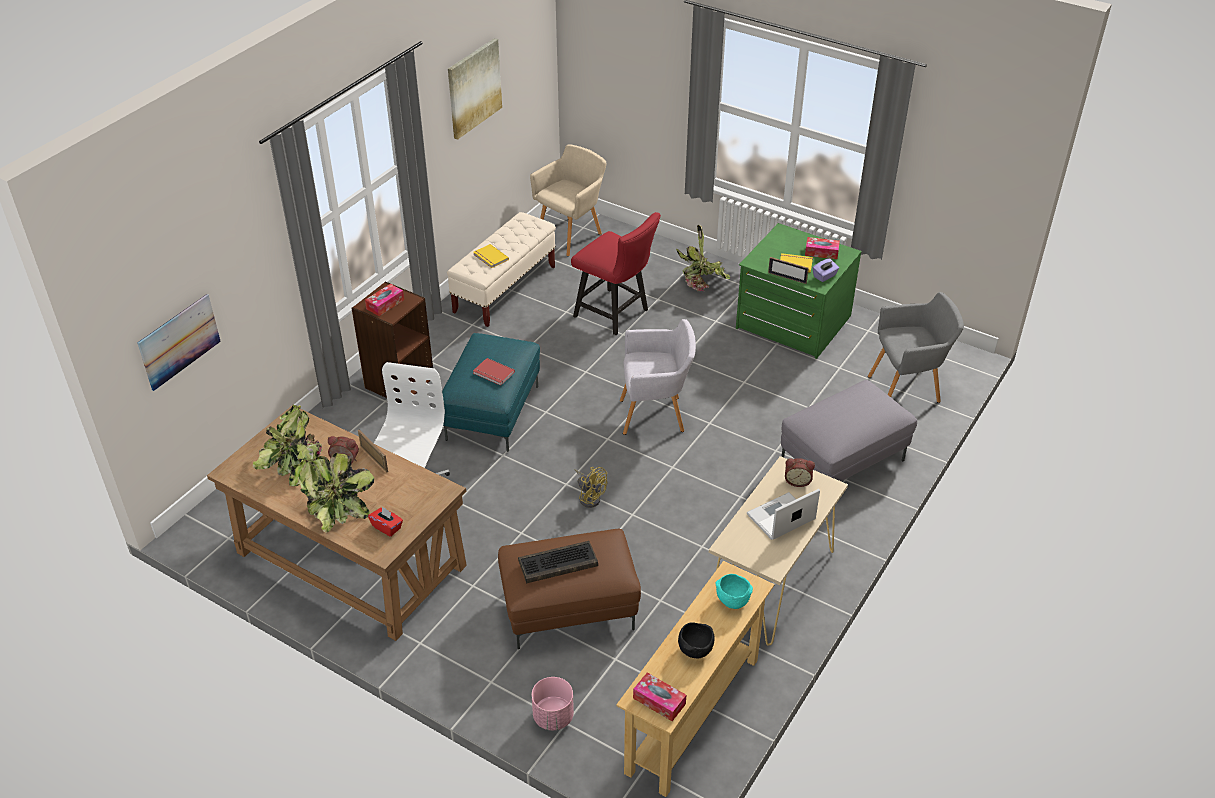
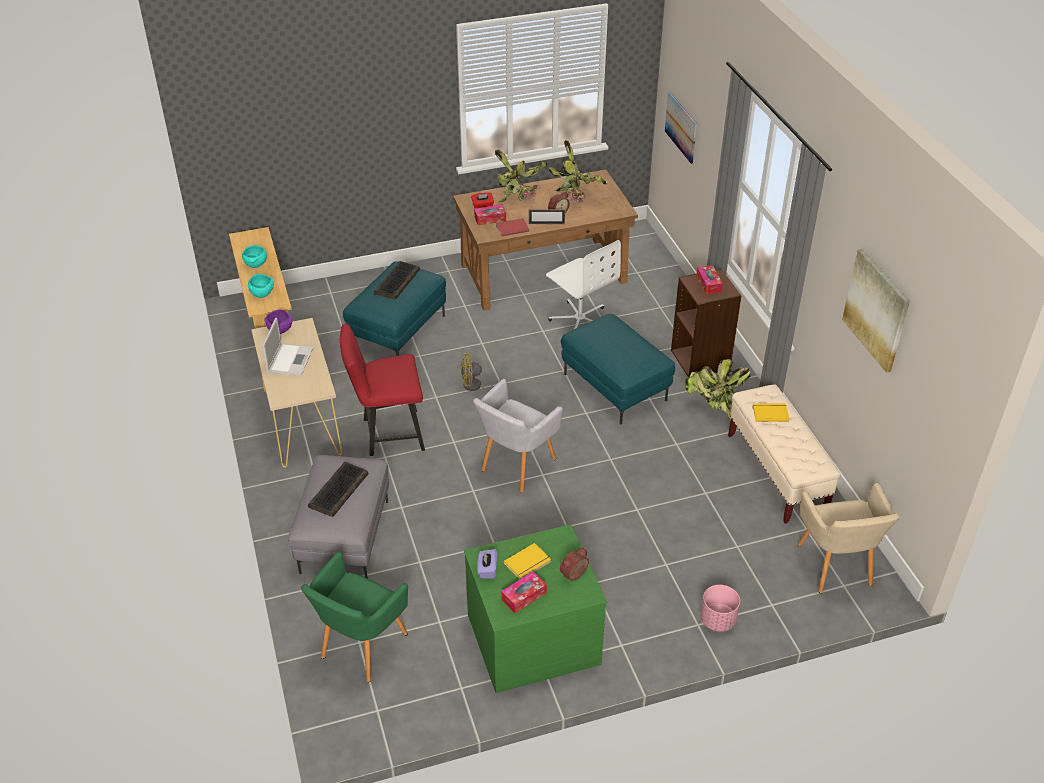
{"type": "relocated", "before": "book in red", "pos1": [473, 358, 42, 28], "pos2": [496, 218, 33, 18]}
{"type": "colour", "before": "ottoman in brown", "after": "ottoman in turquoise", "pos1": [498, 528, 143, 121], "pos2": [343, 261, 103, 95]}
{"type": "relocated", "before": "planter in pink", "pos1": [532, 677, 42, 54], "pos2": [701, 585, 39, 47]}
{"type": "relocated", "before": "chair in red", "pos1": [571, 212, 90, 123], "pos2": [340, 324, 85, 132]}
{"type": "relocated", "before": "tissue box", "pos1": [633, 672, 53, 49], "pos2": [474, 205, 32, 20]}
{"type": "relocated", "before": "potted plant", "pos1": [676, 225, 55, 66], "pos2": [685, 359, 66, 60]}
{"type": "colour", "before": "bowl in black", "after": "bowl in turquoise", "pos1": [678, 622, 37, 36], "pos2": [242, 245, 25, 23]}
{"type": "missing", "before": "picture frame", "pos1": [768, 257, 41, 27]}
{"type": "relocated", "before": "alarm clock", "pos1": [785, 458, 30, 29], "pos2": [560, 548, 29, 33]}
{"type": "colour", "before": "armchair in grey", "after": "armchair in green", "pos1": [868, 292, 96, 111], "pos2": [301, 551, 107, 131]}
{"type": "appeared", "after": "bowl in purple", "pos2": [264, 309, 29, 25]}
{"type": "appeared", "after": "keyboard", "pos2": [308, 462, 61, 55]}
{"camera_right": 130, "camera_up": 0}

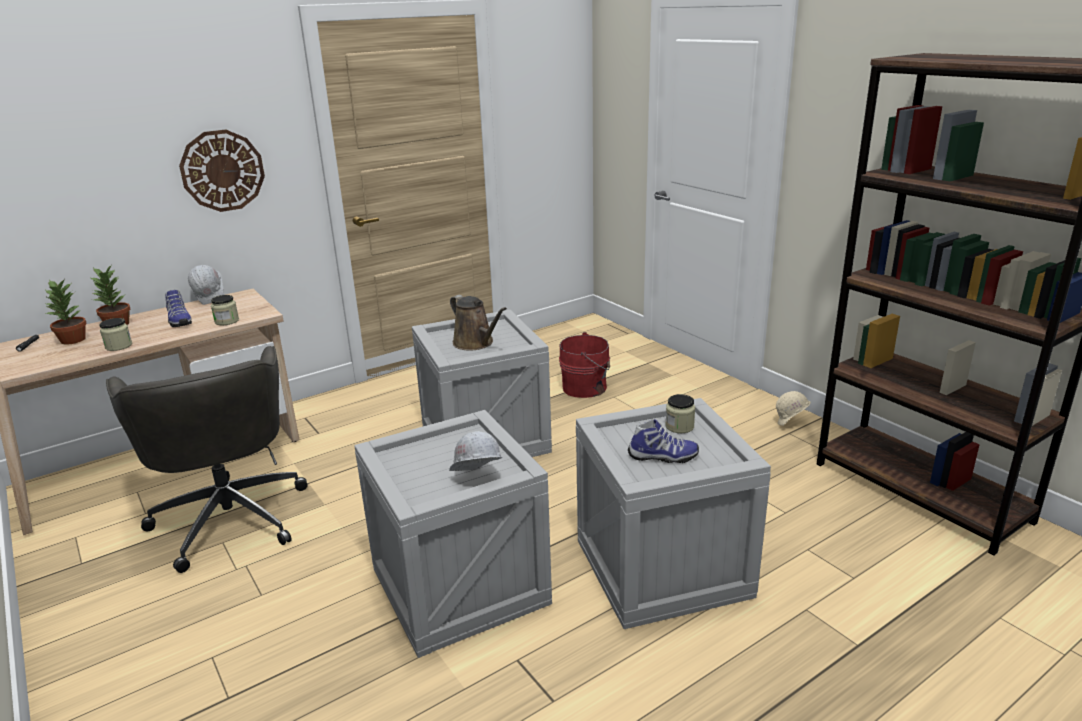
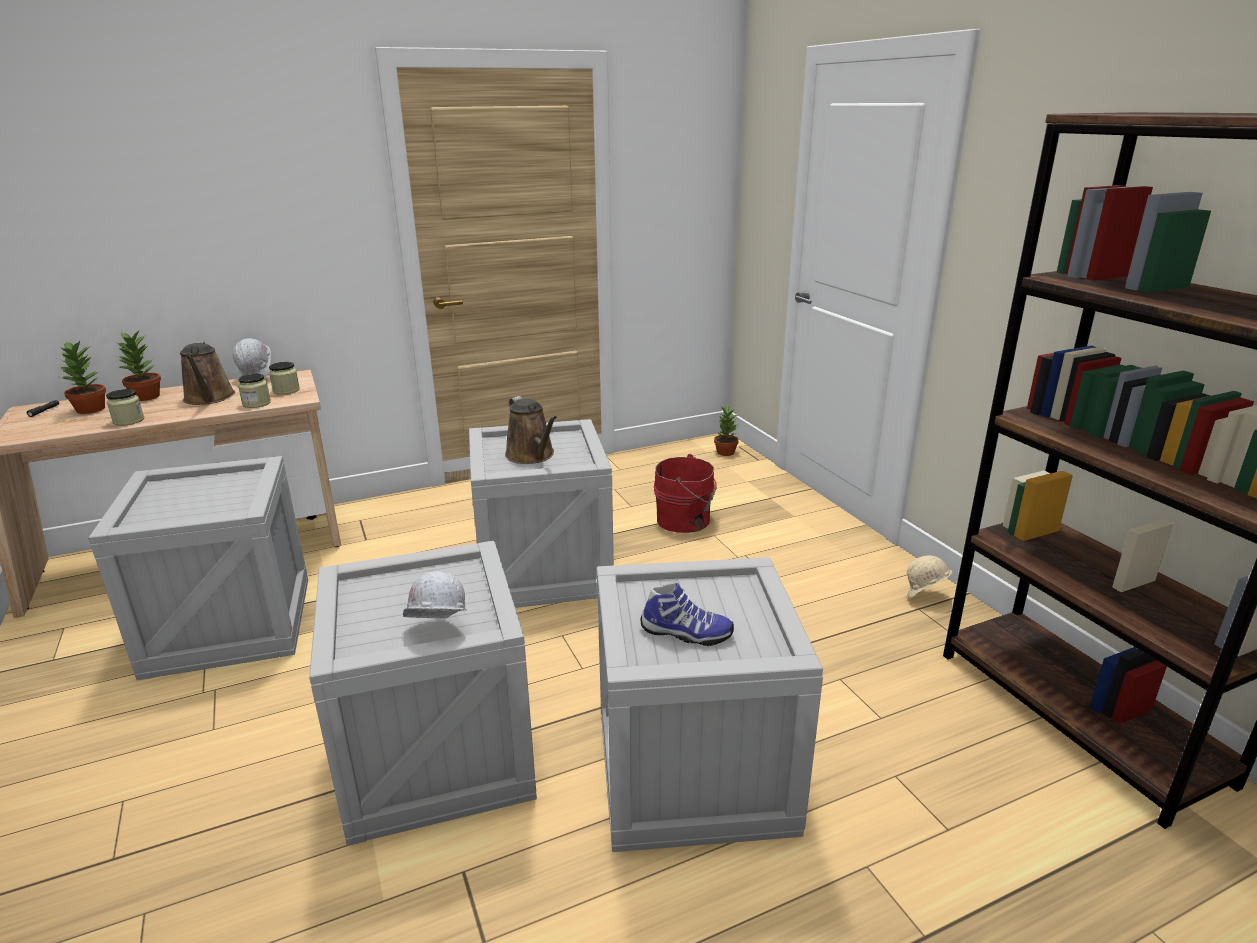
{"type": "exchanged", "before": "office chair in grey", "after": "crate", "pos1": [106, 346, 201, 227], "pos2": [88, 456, 220, 225]}
{"type": "exchanged", "before": "shoe", "after": "watering can in brown", "pos1": [165, 290, 27, 37], "pos2": [180, 341, 55, 64]}
{"type": "missing", "before": "wall clock", "pos1": [179, 130, 86, 82]}
{"type": "relocated", "before": "jar", "pos1": [665, 394, 30, 39], "pos2": [269, 362, 31, 33]}
{"type": "appeared", "after": "potted plant", "pos2": [714, 405, 25, 51]}
{"camera_right": 10, "camera_up": 0}

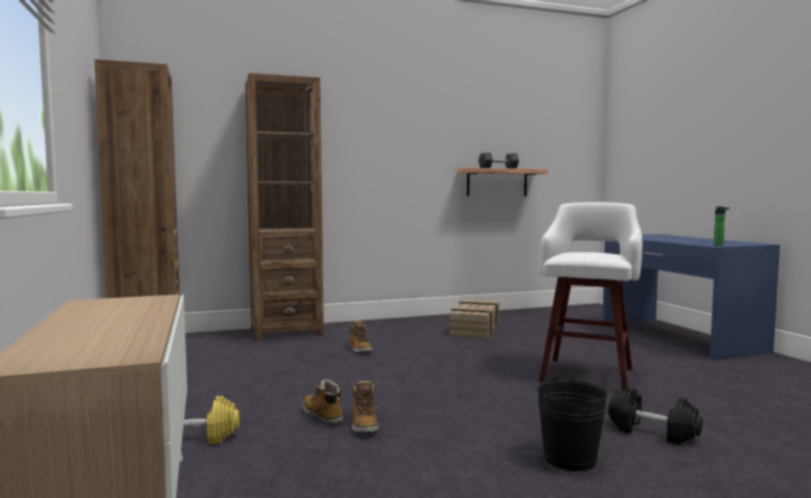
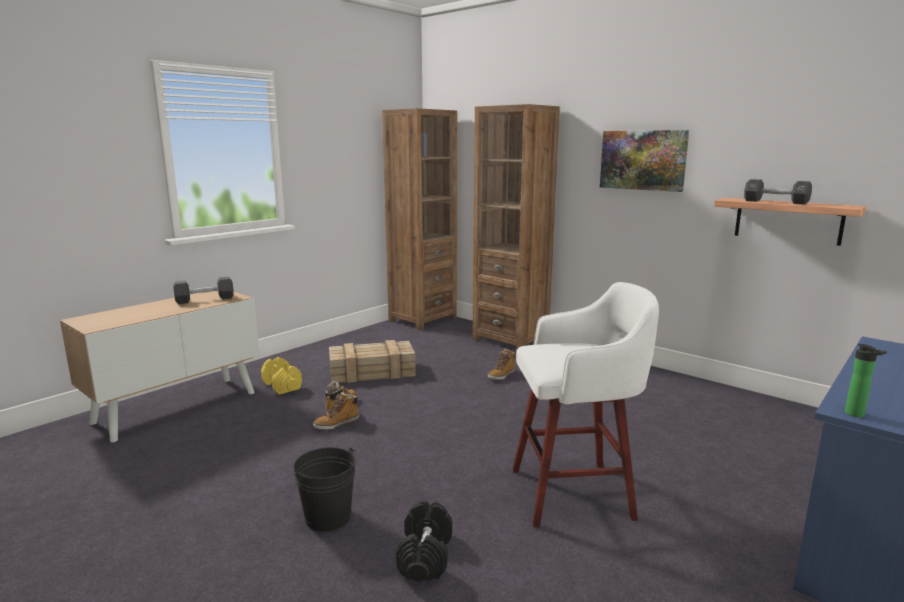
{"type": "relocated", "before": "crate", "pos1": [449, 299, 50, 39], "pos2": [329, 340, 87, 43]}
{"type": "appeared", "after": "dumbbell in black", "pos2": [173, 277, 61, 27]}
{"type": "appeared", "after": "picture", "pos2": [600, 130, 89, 62]}
{"camera_right": 60, "camera_up": 10}

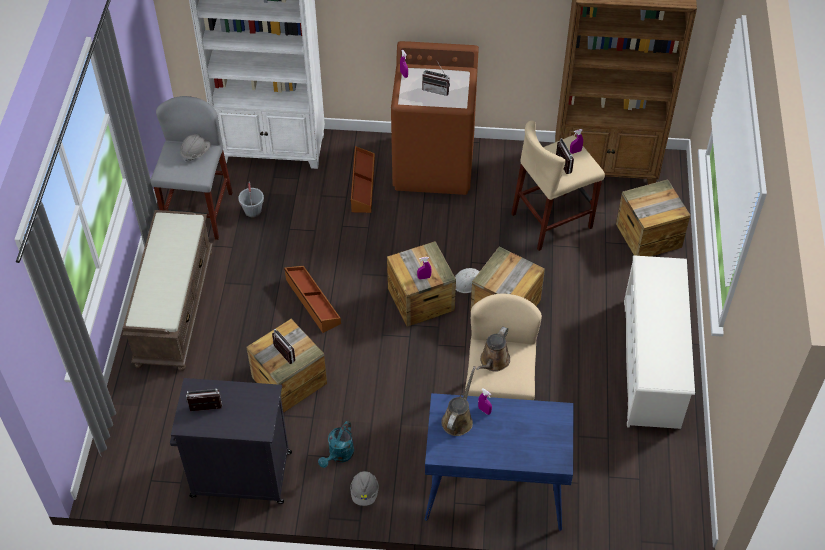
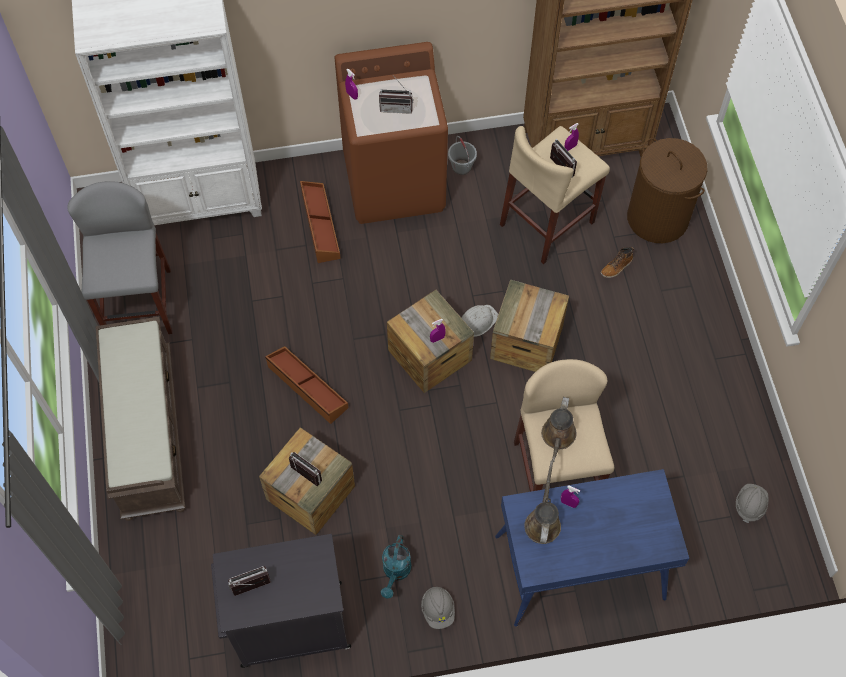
{"type": "relocated", "before": "hard hat in grey", "pos1": [180, 134, 31, 28], "pos2": [736, 484, 33, 39]}
{"type": "relocated", "before": "bucket in grey", "pos1": [238, 182, 26, 35], "pos2": [448, 136, 29, 39]}
{"type": "exchanged", "before": "crate", "after": "laundry basket in brown", "pos1": [616, 179, 75, 78], "pos2": [627, 138, 81, 105]}
{"type": "missing", "before": "shoe rack in white", "pos1": [624, 255, 71, 174]}
{"type": "appeared", "after": "boot", "pos2": [601, 247, 33, 31]}
{"camera_right": -15, "camera_up": 10}

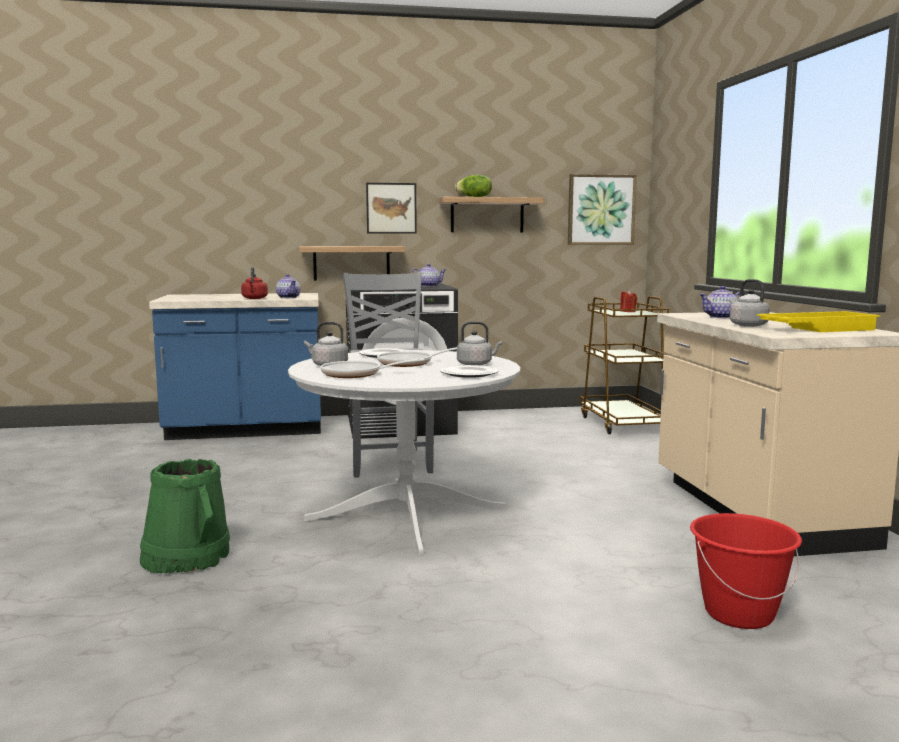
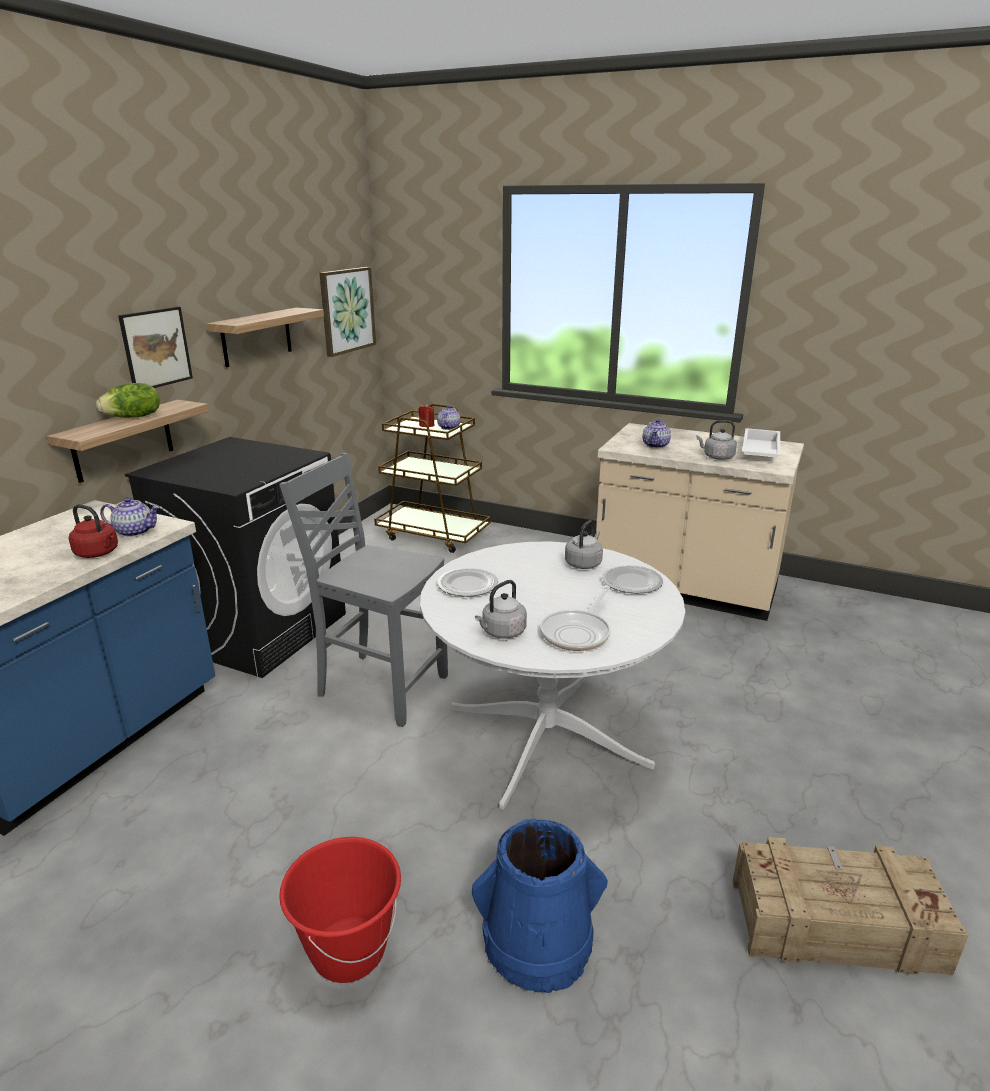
{"type": "colour", "before": "bucket in green", "after": "bucket in blue", "pos1": [140, 459, 90, 114], "pos2": [472, 819, 136, 174]}
{"type": "missing", "before": "frying pan", "pos1": [377, 347, 80, 20]}
{"type": "relocated", "before": "teapot", "pos1": [411, 264, 35, 23], "pos2": [437, 405, 24, 25]}
{"type": "relocated", "before": "lettuce", "pos1": [455, 175, 37, 22], "pos2": [96, 383, 64, 35]}
{"type": "relocated", "before": "bucket in red", "pos1": [690, 513, 112, 116], "pos2": [279, 837, 122, 146]}
{"type": "colour", "before": "tray in yellow", "after": "tray in white", "pos1": [757, 311, 123, 21], "pos2": [742, 428, 38, 30]}
{"type": "appeared", "after": "crate", "pos2": [733, 837, 236, 139]}
{"camera_right": -55, "camera_up": 15}

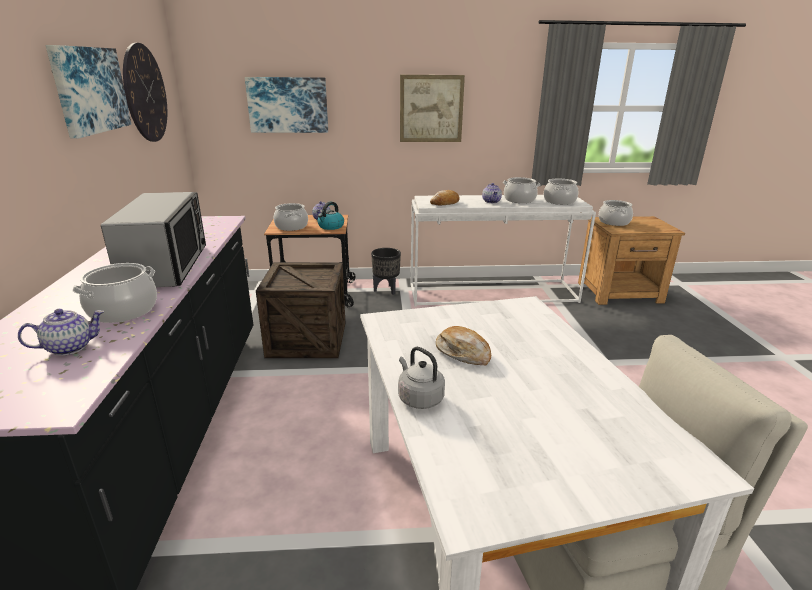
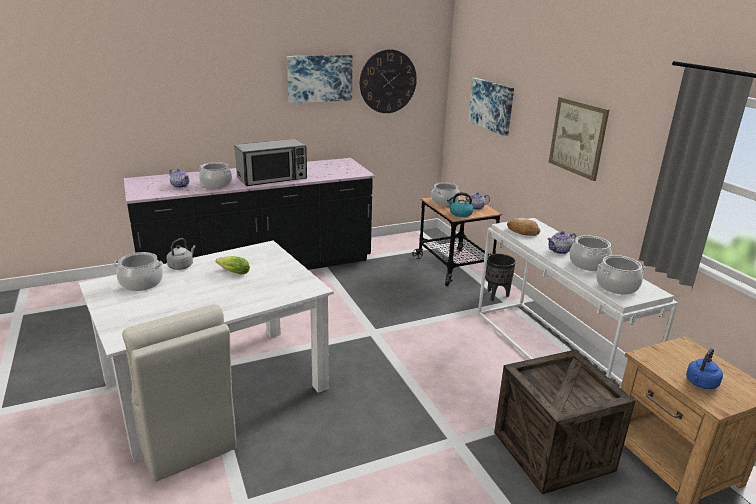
{"type": "relocated", "before": "crate", "pos1": [256, 262, 89, 96], "pos2": [494, 350, 141, 144]}
{"type": "exchanged", "before": "bread", "after": "lettuce", "pos1": [436, 326, 55, 39], "pos2": [215, 256, 35, 19]}
{"type": "relocated", "before": "cooking pot", "pos1": [599, 200, 34, 26], "pos2": [113, 252, 50, 39]}
{"type": "appeared", "after": "kettle in blue", "pos2": [686, 348, 37, 41]}
{"camera_right": 70, "camera_up": 0}

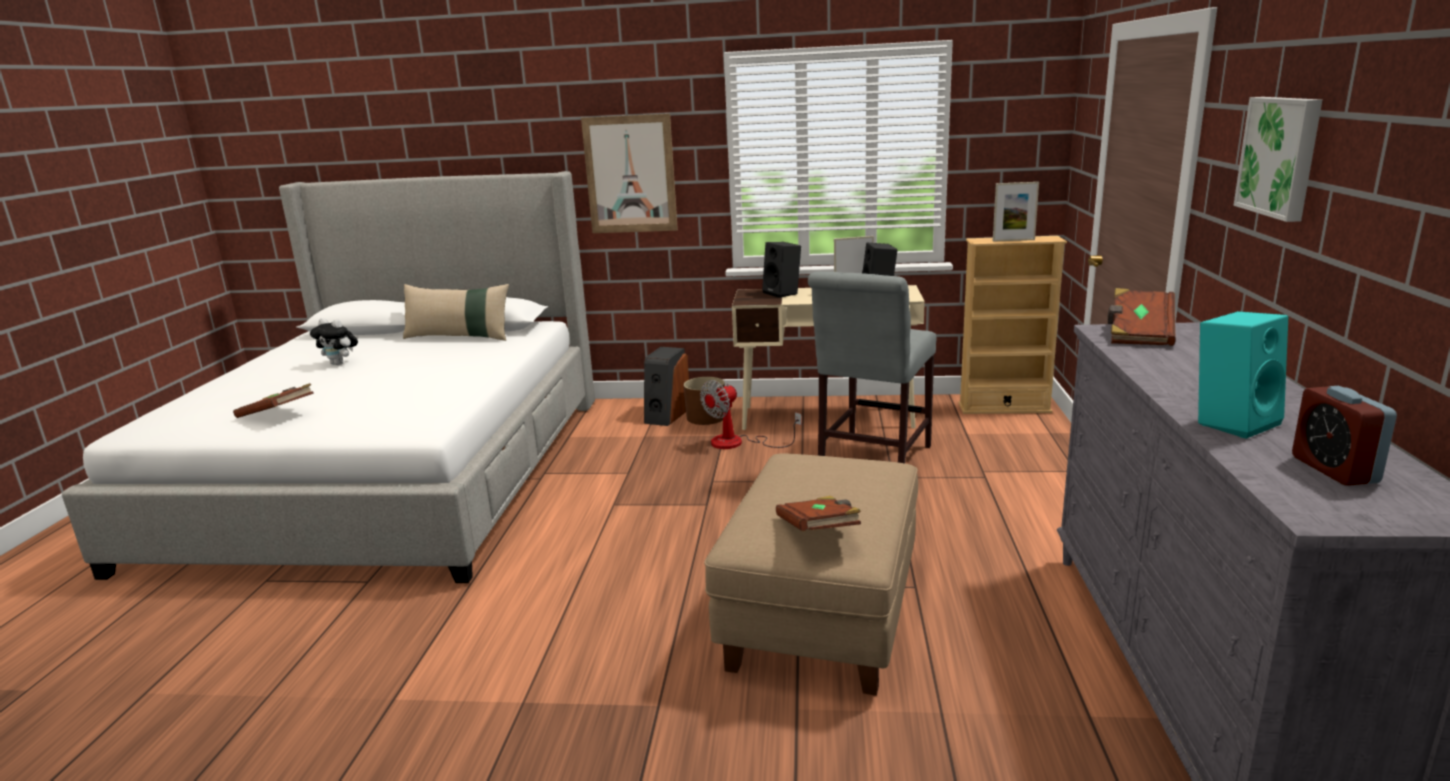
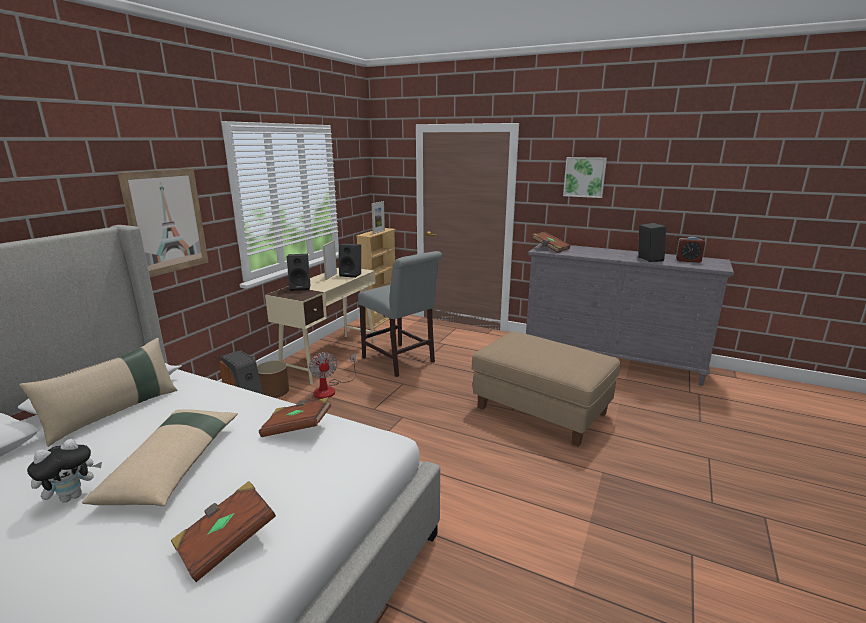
{"type": "relocated", "before": "book in brown", "pos1": [776, 496, 85, 35], "pos2": [259, 397, 73, 40]}
{"type": "colour", "before": "speaker in turquoise", "after": "speaker in black", "pos1": [1198, 311, 90, 128], "pos2": [638, 223, 28, 39]}
{"type": "appeared", "after": "pillow in beige", "pos2": [82, 409, 156, 97]}
{"camera_right": -70, "camera_up": 0}

